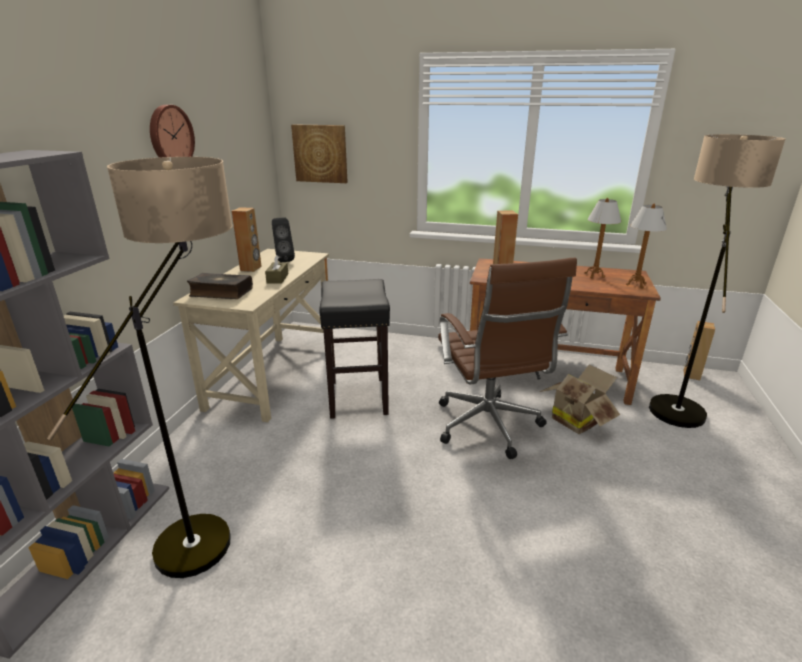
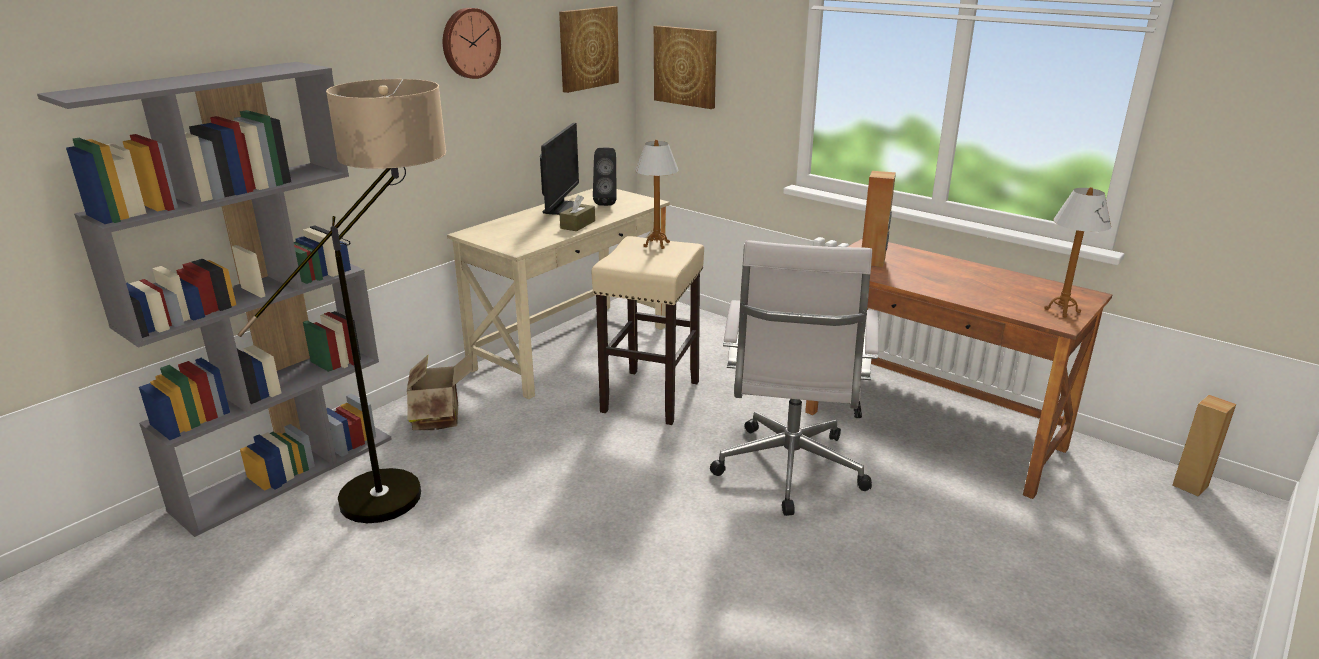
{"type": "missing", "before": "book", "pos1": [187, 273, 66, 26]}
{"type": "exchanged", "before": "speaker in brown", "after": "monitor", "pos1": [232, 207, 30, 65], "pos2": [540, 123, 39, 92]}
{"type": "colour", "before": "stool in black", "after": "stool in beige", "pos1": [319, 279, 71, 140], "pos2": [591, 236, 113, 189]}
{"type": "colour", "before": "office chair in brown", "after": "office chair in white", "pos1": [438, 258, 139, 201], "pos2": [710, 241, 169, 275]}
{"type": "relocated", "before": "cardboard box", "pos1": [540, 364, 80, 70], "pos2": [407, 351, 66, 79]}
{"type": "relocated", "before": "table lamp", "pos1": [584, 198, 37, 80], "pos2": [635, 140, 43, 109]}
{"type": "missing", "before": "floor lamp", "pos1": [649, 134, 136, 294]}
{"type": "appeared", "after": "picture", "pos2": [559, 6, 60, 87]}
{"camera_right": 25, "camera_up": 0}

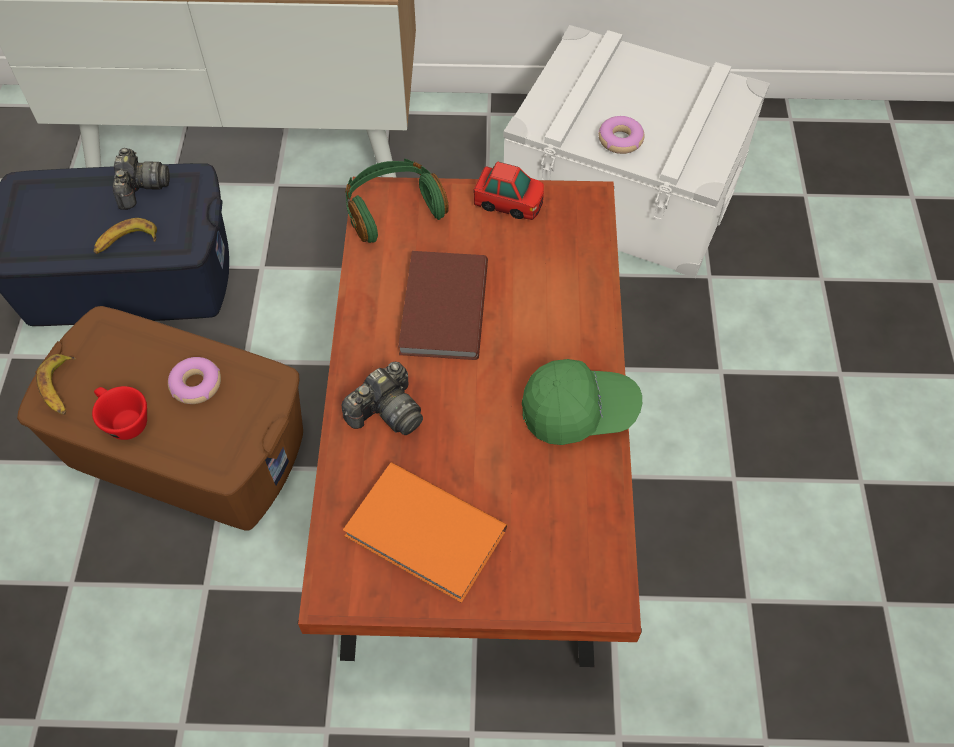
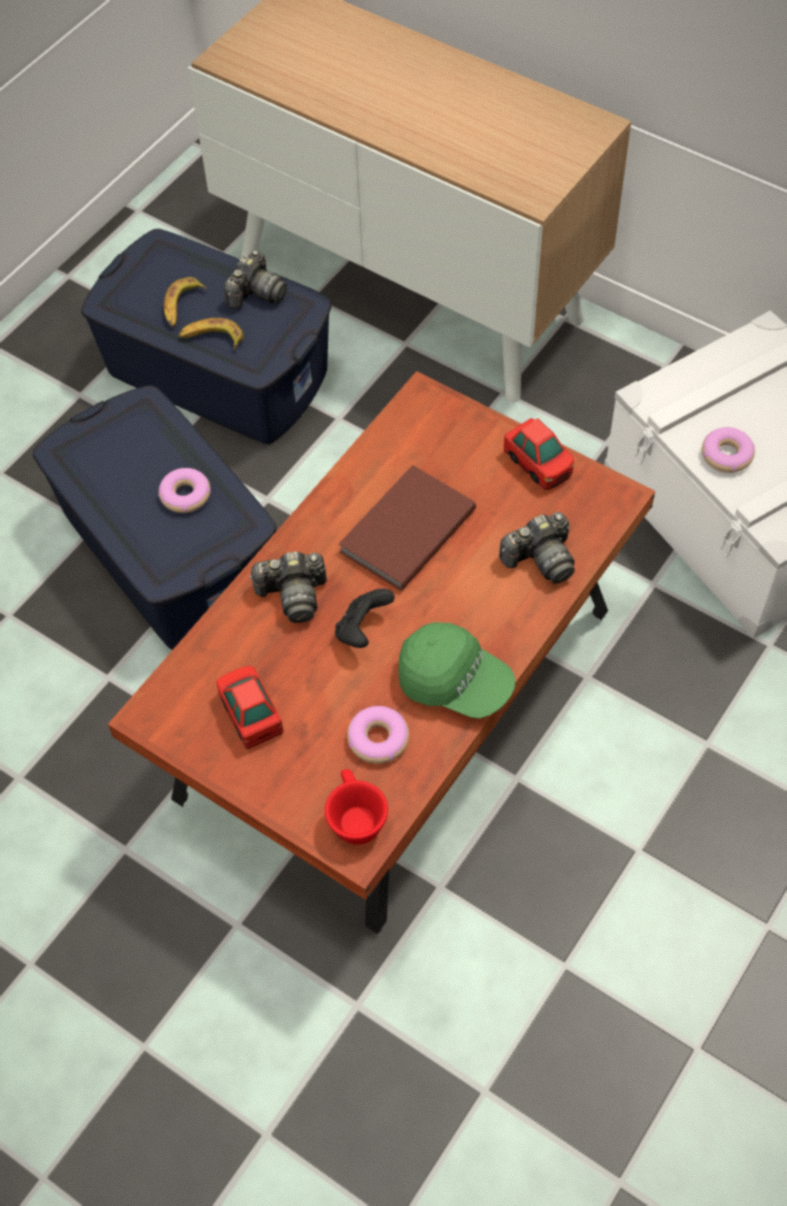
{"type": "colour", "before": "storage box in brown", "after": "storage box in blue", "pos1": [17, 306, 286, 224], "pos2": [33, 385, 243, 265]}
{"type": "relocated", "before": "banana", "pos1": [36, 354, 40, 61], "pos2": [164, 277, 43, 50]}
{"type": "relocated", "before": "cup in red", "pos1": [92, 386, 55, 54], "pos2": [325, 769, 63, 76]}
{"type": "exchanged", "before": "book in orange", "after": "toy car", "pos1": [343, 462, 164, 141], "pos2": [216, 666, 68, 83]}
{"type": "missing", "before": "headphones in green", "pos1": [345, 159, 104, 84]}
{"type": "appeared", "after": "game controller in black", "pos2": [335, 589, 60, 59]}
{"type": "appeared", "after": "donut", "pos2": [347, 706, 62, 58]}
{"type": "appeared", "after": "photo camera", "pos2": [499, 512, 76, 72]}
{"camera_right": 35, "camera_up": 0}

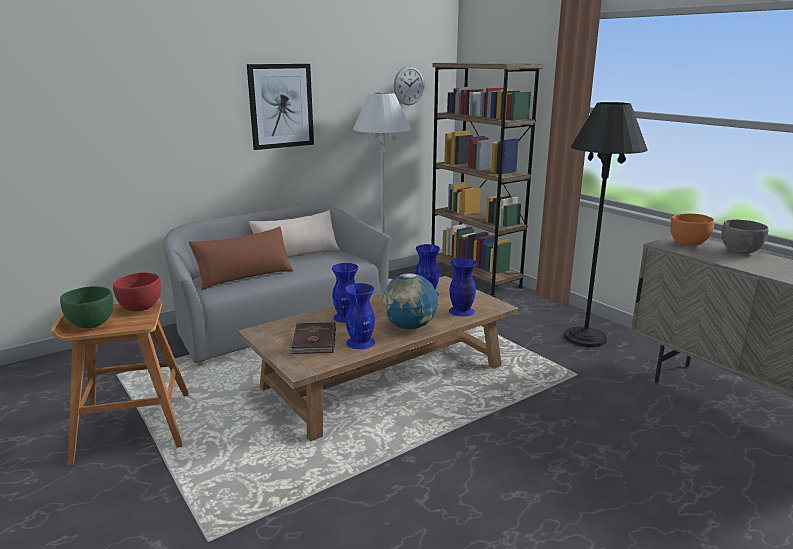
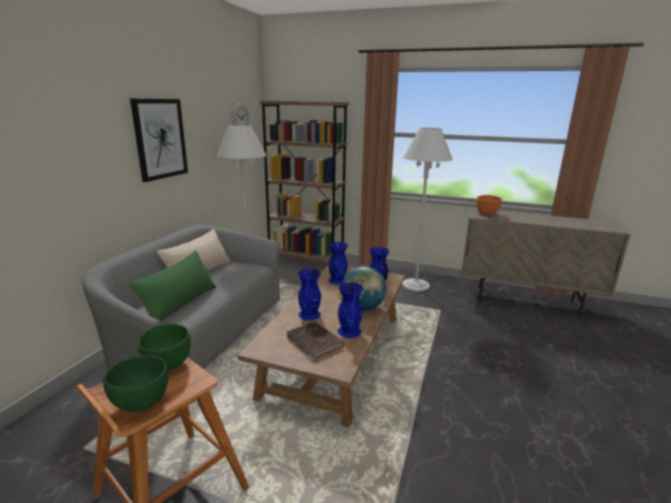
{"type": "colour", "before": "bowl in red", "after": "bowl in green", "pos1": [113, 272, 48, 39], "pos2": [138, 324, 53, 47]}
{"type": "colour", "before": "pillow in brown", "after": "pillow in green", "pos1": [189, 226, 104, 64], "pos2": [128, 250, 89, 72]}
{"type": "colour", "before": "floor lamp in black", "after": "floor lamp in white", "pos1": [564, 102, 83, 245], "pos2": [402, 128, 51, 164]}
{"type": "missing", "before": "bowl in grey", "pos1": [721, 220, 47, 34]}
{"camera_right": -35, "camera_up": 0}

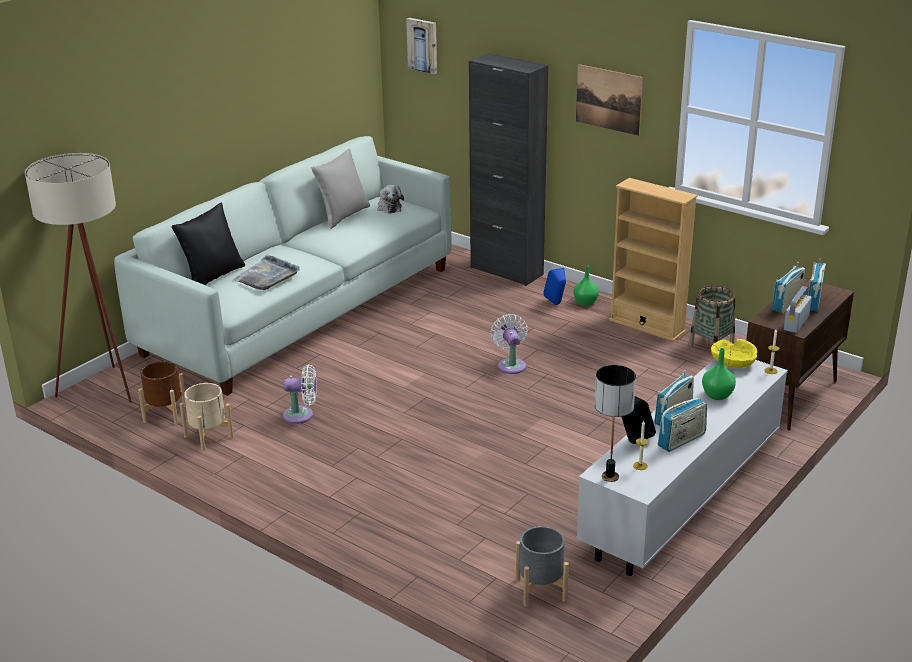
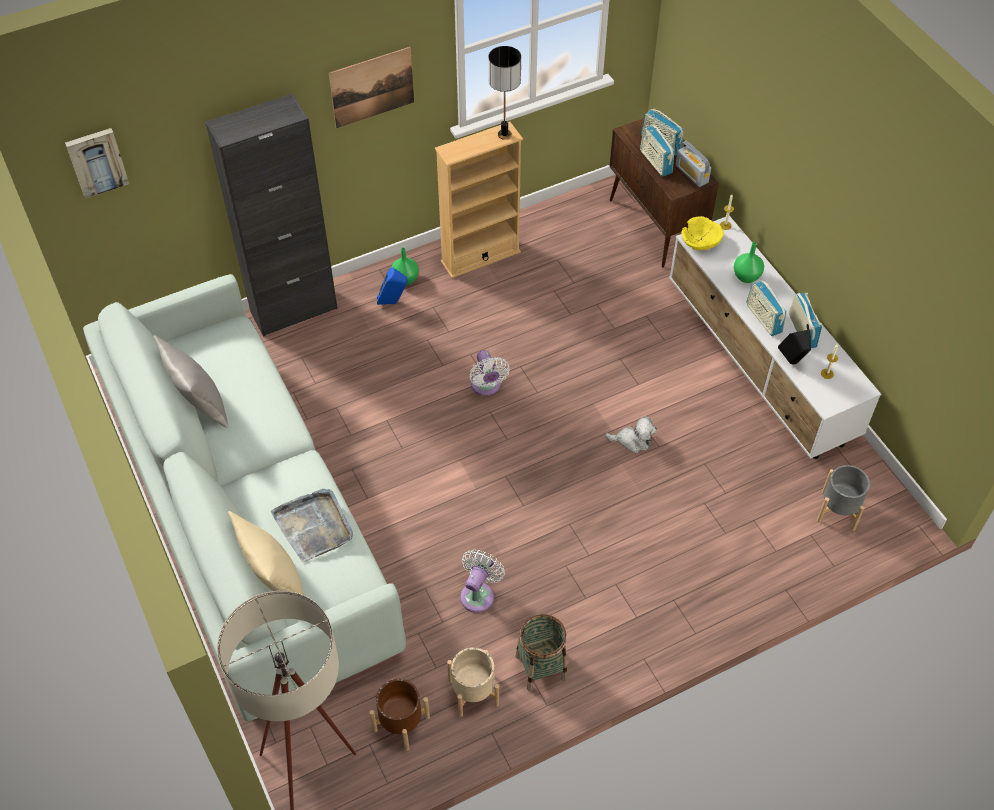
{"type": "colour", "before": "pillow in black", "after": "pillow in beige", "pos1": [172, 203, 73, 82], "pos2": [228, 511, 76, 84]}
{"type": "relocated", "before": "plush toy", "pos1": [378, 185, 26, 29], "pos2": [605, 416, 52, 38]}
{"type": "spun", "before": "fan in white", "pos1": [490, 314, 38, 60], "pos2": [469, 350, 41, 46], "turn": -120}
{"type": "relocated", "before": "table lamp", "pos1": [595, 365, 41, 117], "pos2": [488, 46, 33, 94]}
{"type": "relocated", "before": "basket", "pos1": [689, 285, 46, 61], "pos2": [516, 614, 51, 77]}
{"camera_right": -65, "camera_up": 25}

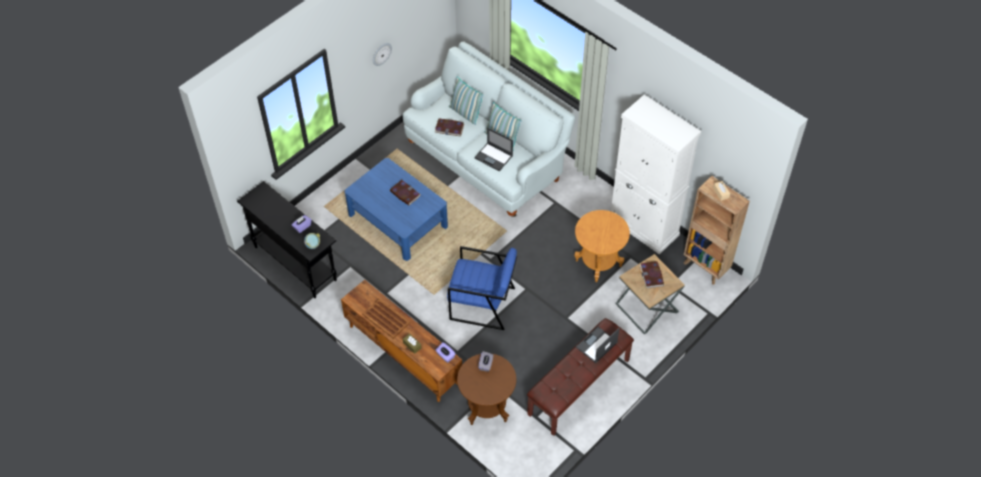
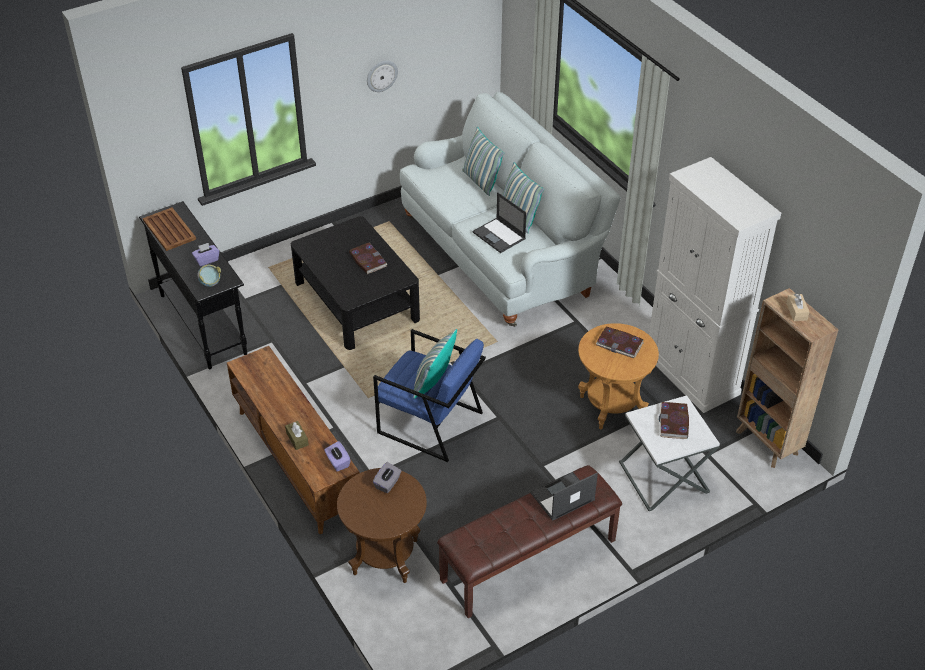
{"type": "colour", "before": "coffee table in blue", "after": "coffee table in black", "pos1": [345, 158, 103, 103], "pos2": [291, 216, 129, 134]}
{"type": "relocated", "before": "tray in brown", "pos1": [362, 298, 48, 41], "pos2": [143, 207, 53, 44]}
{"type": "relocated", "before": "book", "pos1": [435, 119, 29, 17], "pos2": [596, 327, 48, 31]}
{"type": "colour", "before": "side table in brown", "after": "side table in white", "pos1": [615, 254, 70, 80], "pos2": [619, 395, 101, 116]}
{"type": "appeared", "after": "pillow", "pos2": [413, 329, 44, 70]}
{"camera_right": 15, "camera_up": -10}

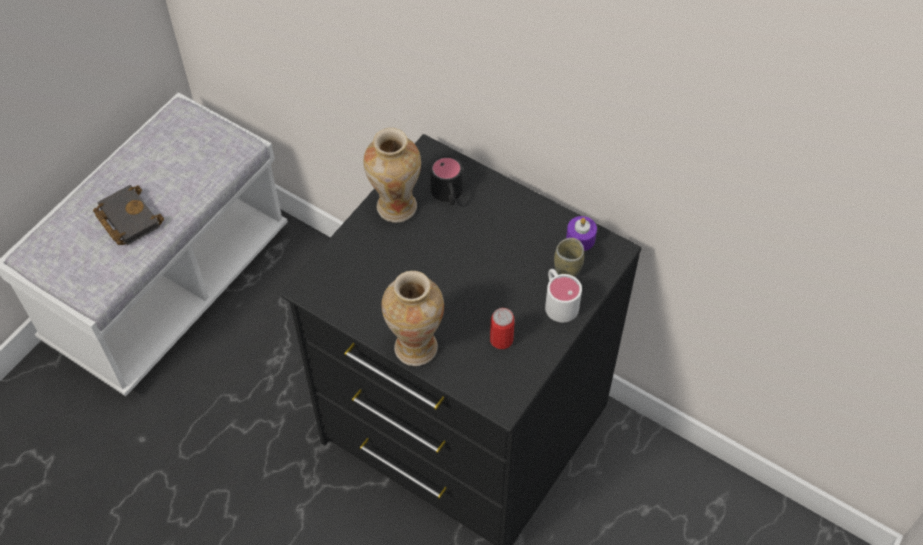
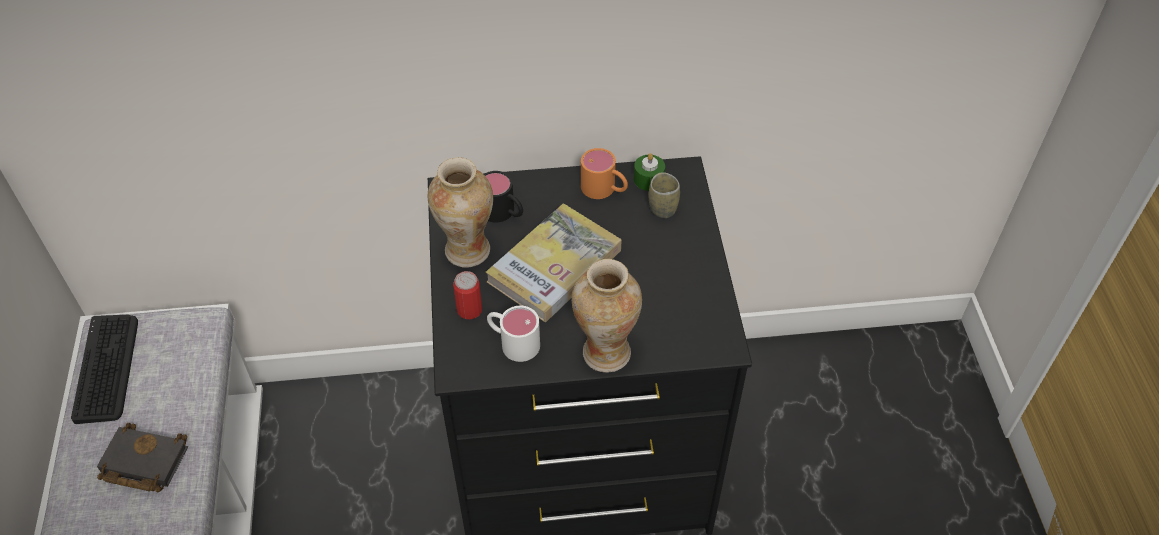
{"type": "relocated", "before": "can", "pos1": [490, 308, 25, 41], "pos2": [453, 271, 29, 48]}
{"type": "relocated", "before": "mug in white", "pos1": [545, 269, 37, 53], "pos2": [487, 306, 53, 56]}
{"type": "colour", "before": "candle in purple", "after": "candle in green", "pos1": [566, 216, 31, 35], "pos2": [634, 153, 31, 38]}
{"type": "appeared", "after": "keyboard", "pos2": [71, 315, 67, 109]}
{"type": "appeared", "after": "book", "pos2": [486, 203, 136, 119]}
{"type": "appeared", "after": "mug in orange", "pos2": [581, 148, 47, 51]}
{"camera_right": -40, "camera_up": -5}

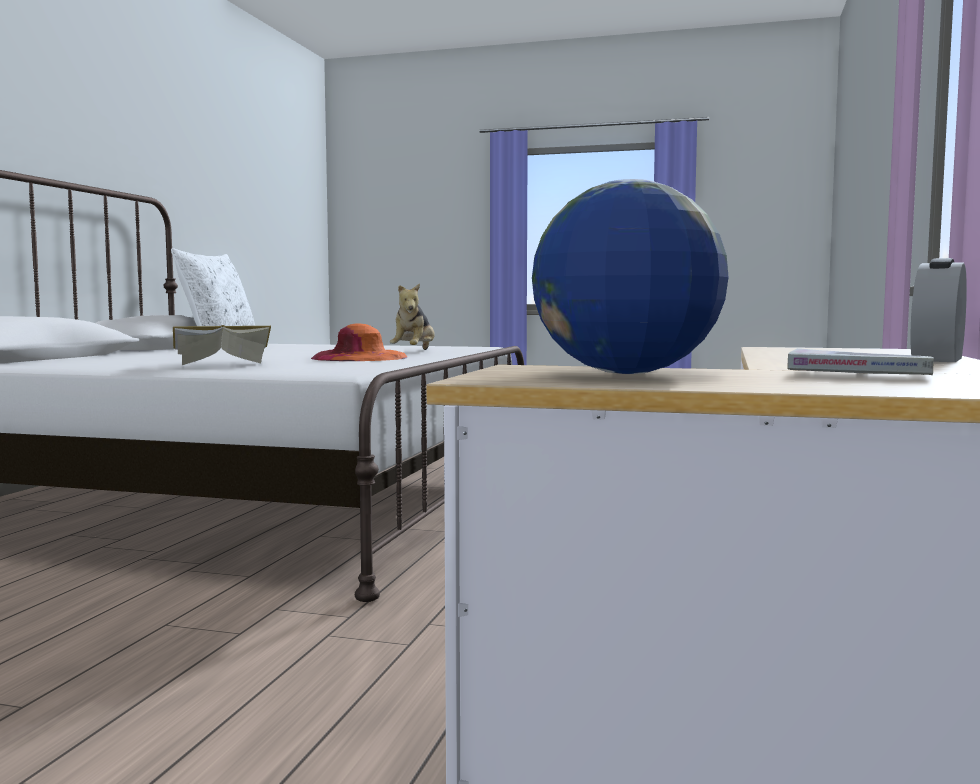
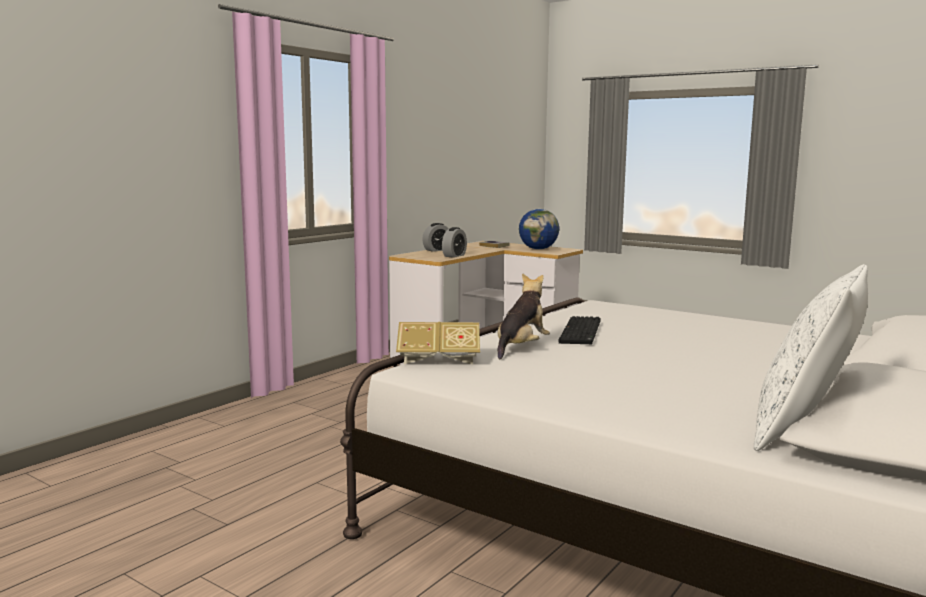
{"type": "relocated", "before": "book", "pos1": [173, 325, 98, 40], "pos2": [396, 321, 84, 43]}
{"type": "exchanged", "before": "hat in orange", "after": "keyboard", "pos1": [311, 323, 96, 38], "pos2": [559, 316, 41, 29]}
{"type": "appeared", "after": "alarm clock", "pos2": [442, 227, 25, 31]}
{"camera_right": -160, "camera_up": 5}

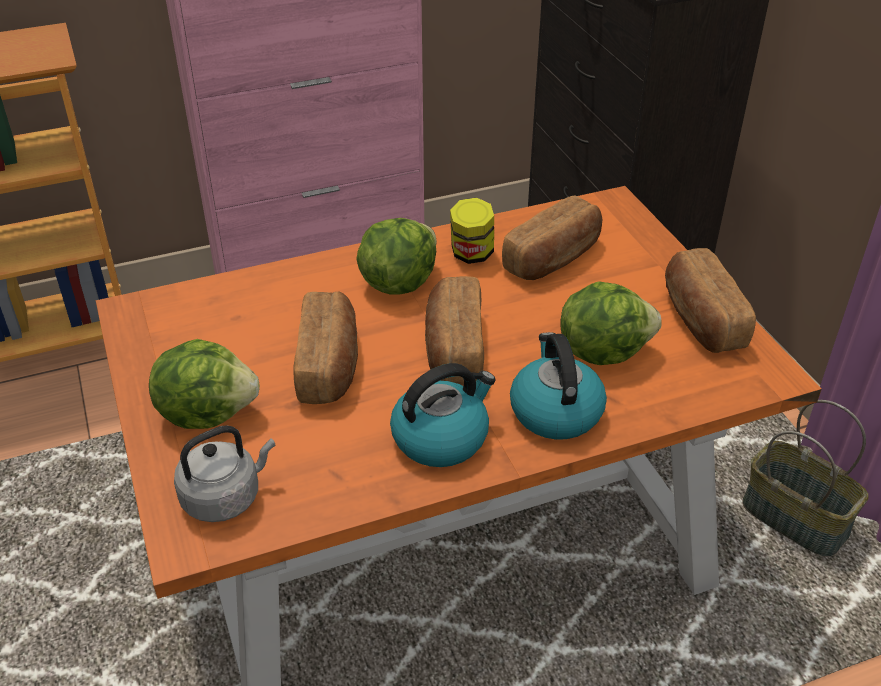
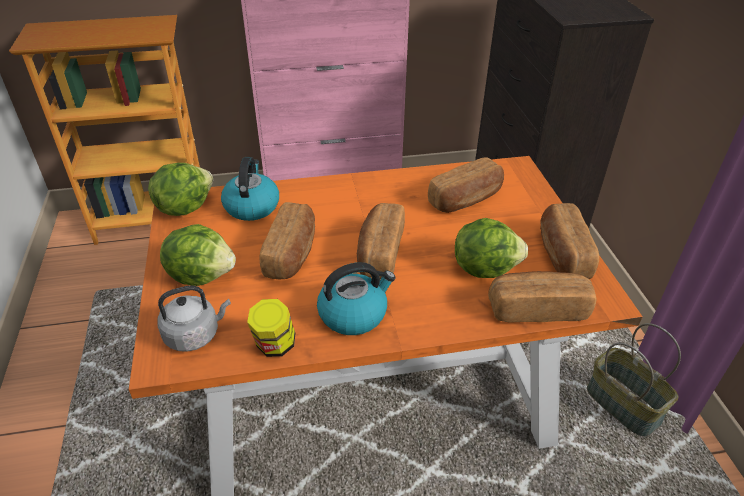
{"type": "relocated", "before": "lettuce", "pos1": [356, 218, 81, 77], "pos2": [148, 163, 65, 53]}
{"type": "relocated", "before": "jar", "pos1": [450, 197, 44, 67], "pos2": [247, 299, 48, 58]}
{"type": "relocated", "before": "kettle", "pos1": [510, 332, 97, 108], "pos2": [221, 157, 58, 64]}
{"type": "appeared", "after": "bread", "pos2": [488, 271, 109, 51]}
{"camera_right": 10, "camera_up": 0}

